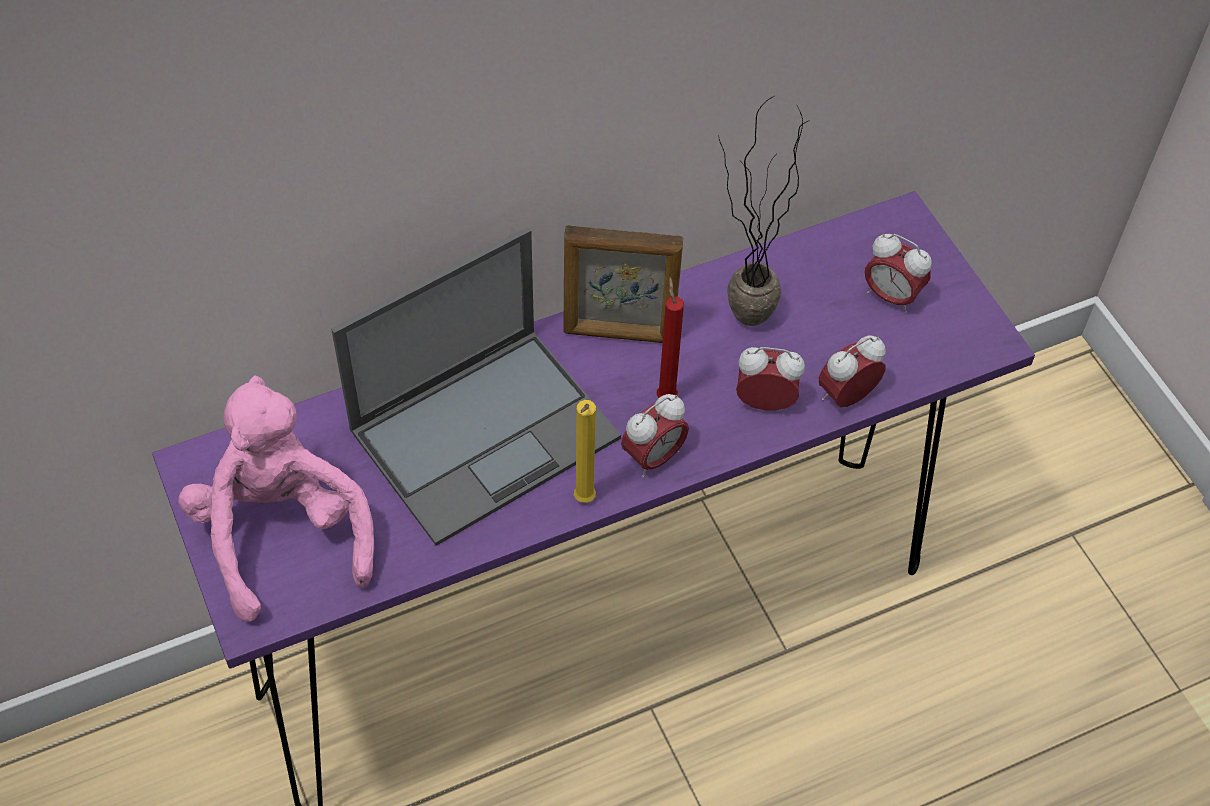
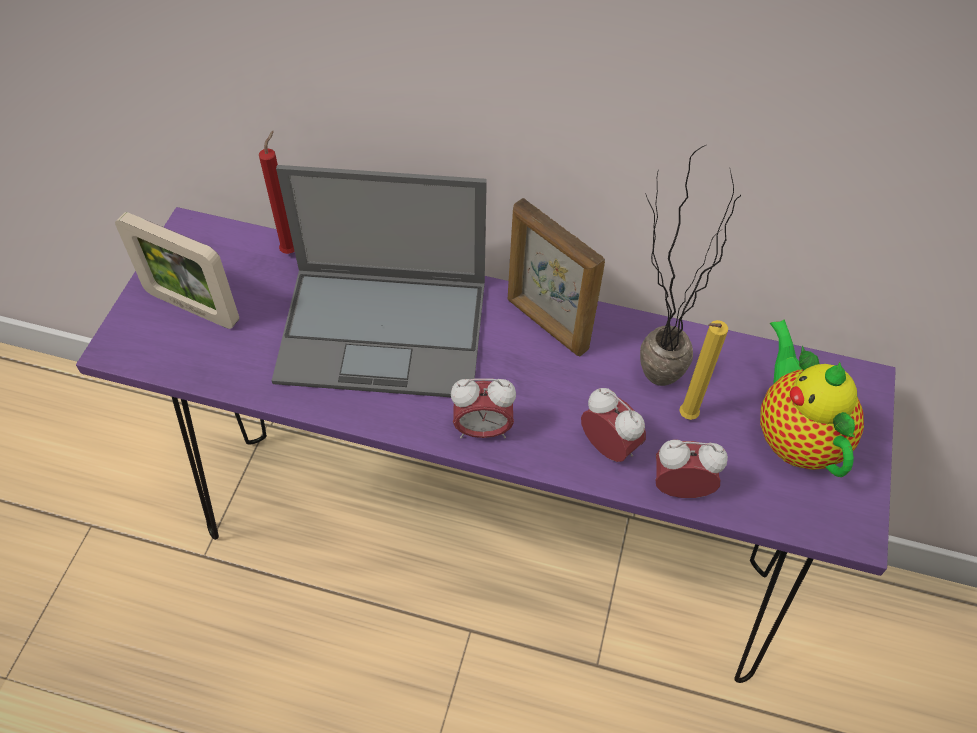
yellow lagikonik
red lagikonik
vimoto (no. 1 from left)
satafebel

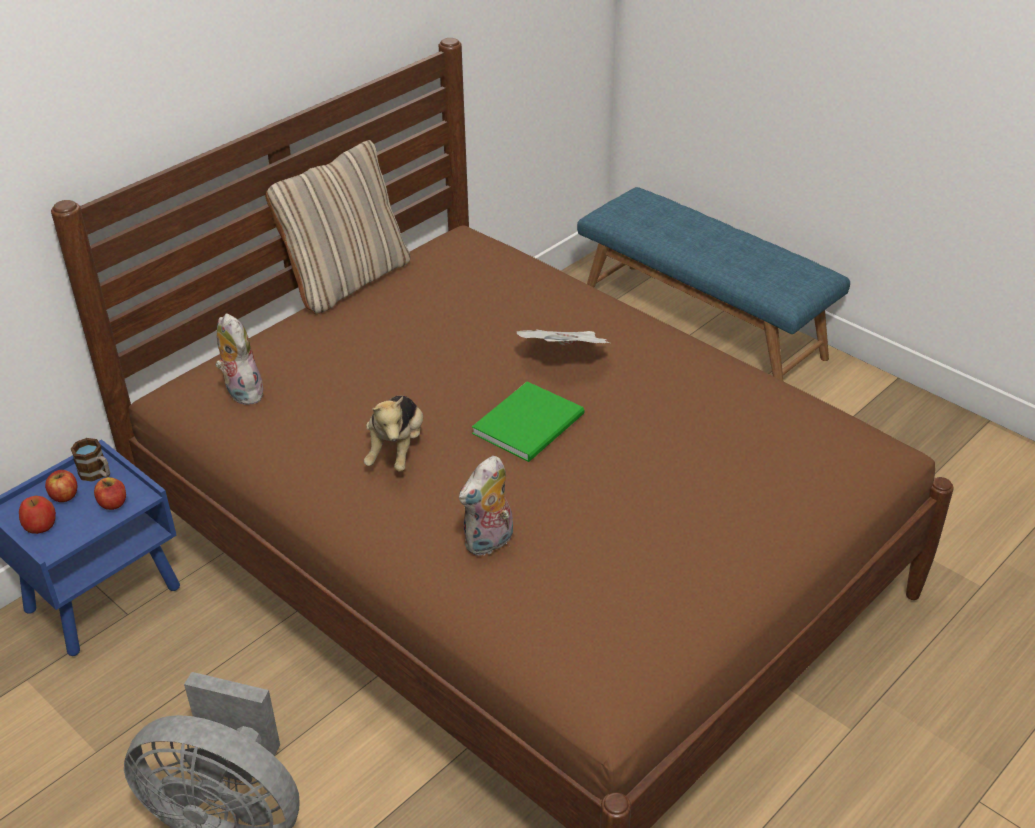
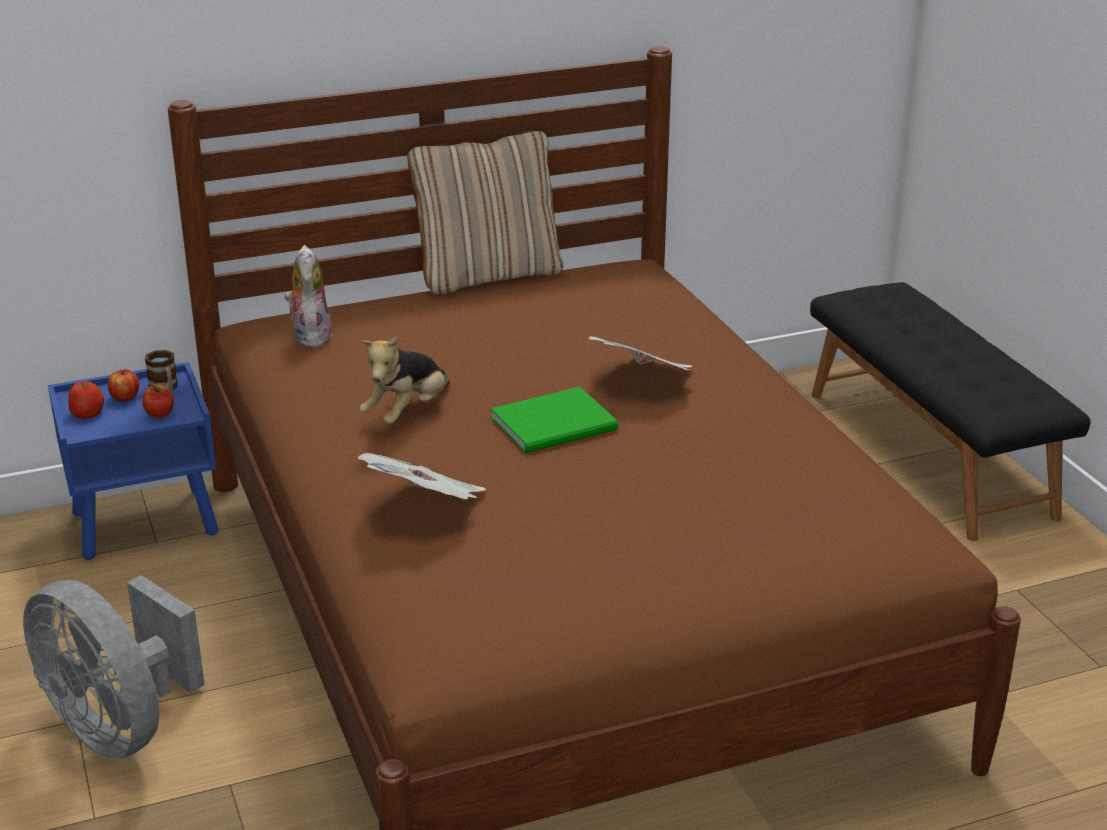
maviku (no. 1 from left)
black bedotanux

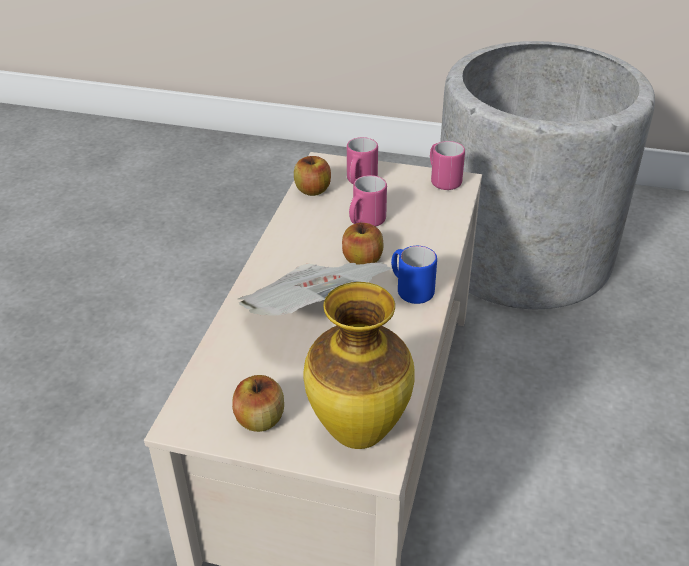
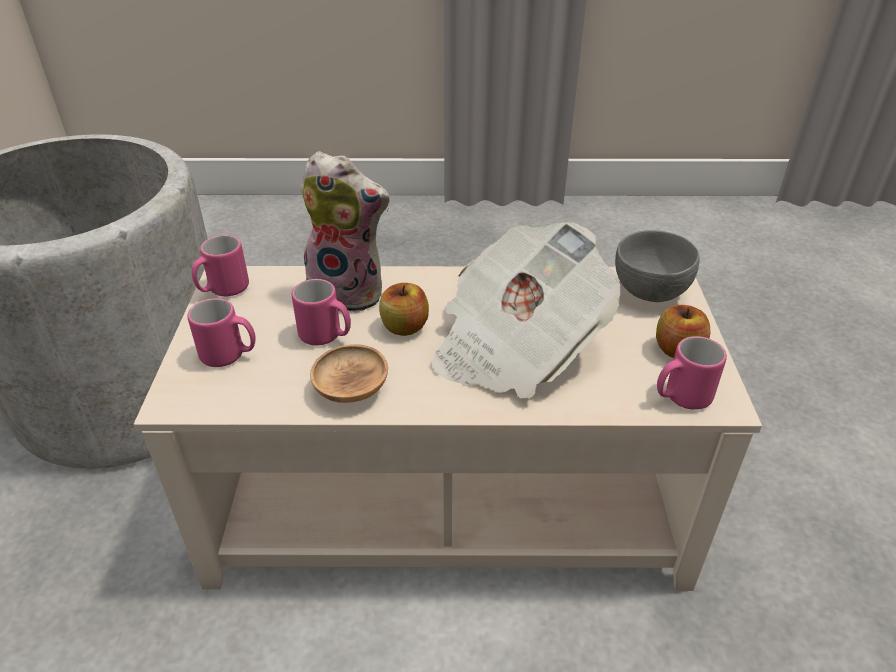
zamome (no. 2 from left in the first image)
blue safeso
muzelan
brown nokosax
pink safeso (no. 4 from left)
grey nokosax

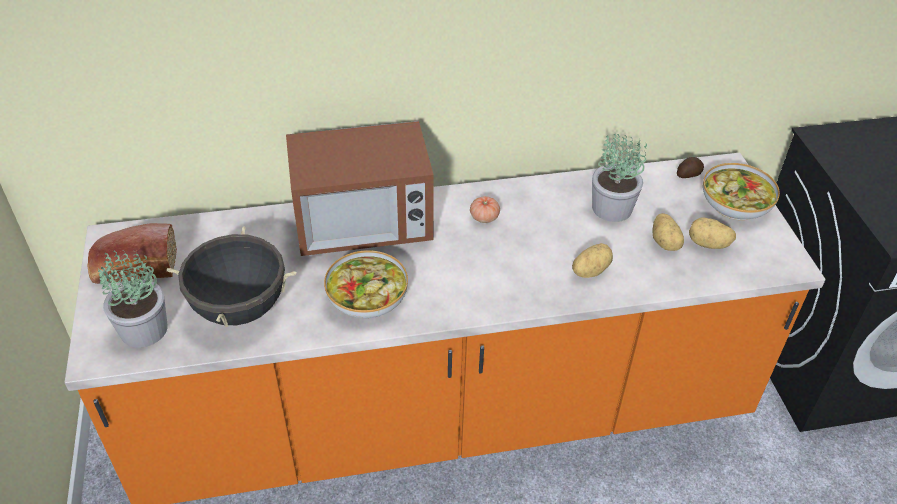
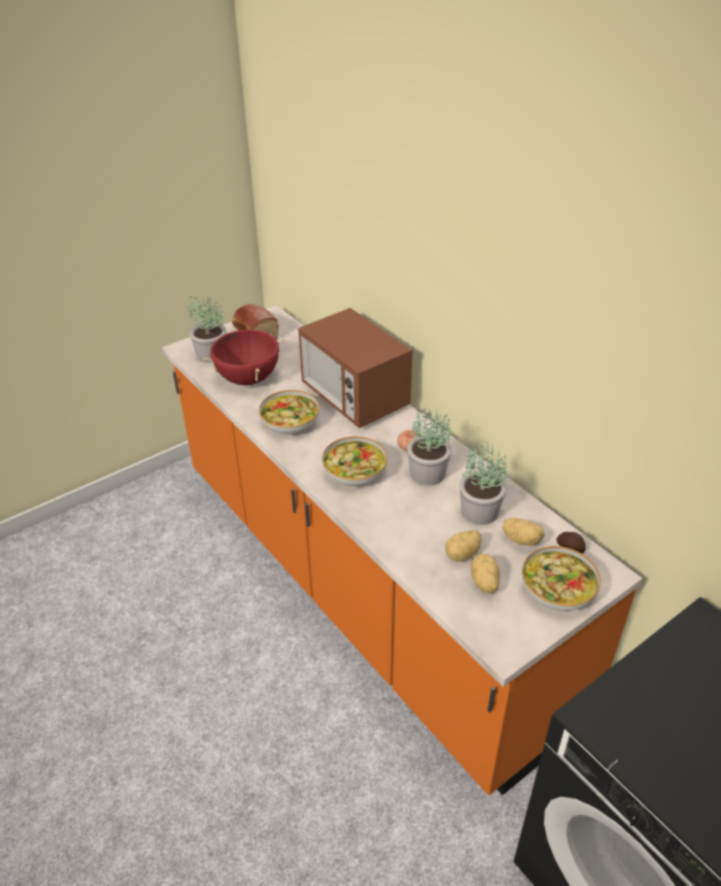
nokosax (no. 2 from left)
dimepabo (no. 2 from left)
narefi (no. 3 from left)
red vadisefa

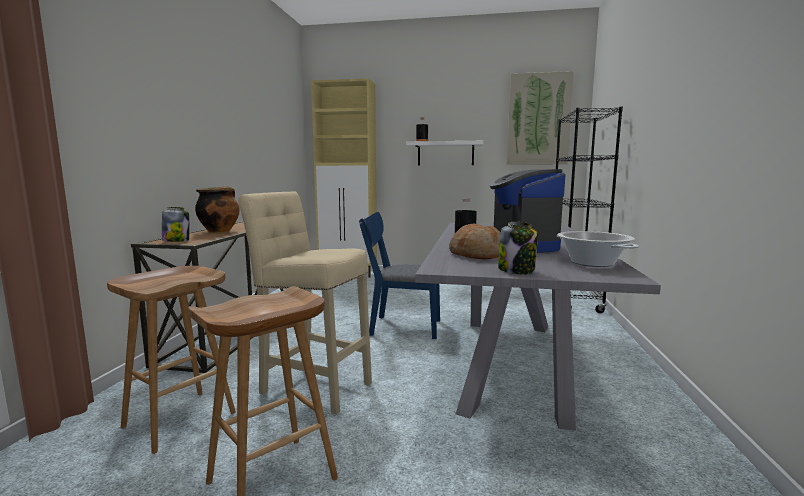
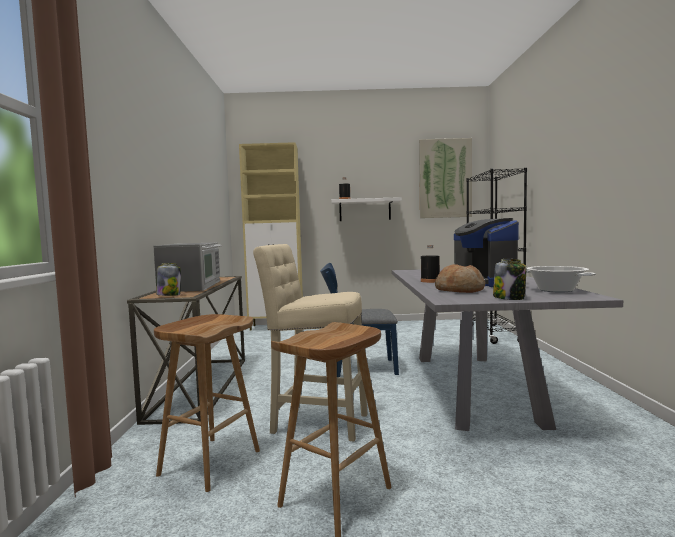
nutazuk

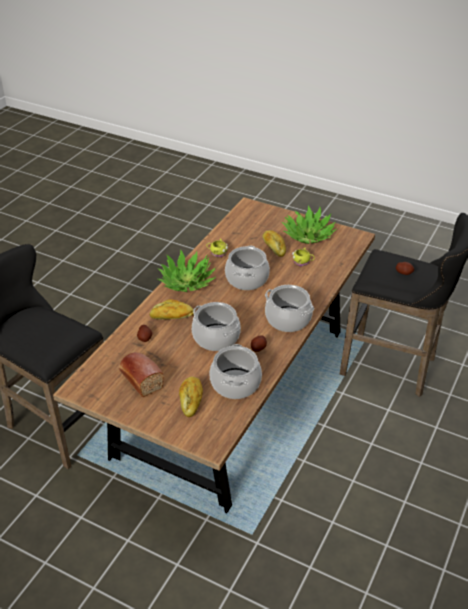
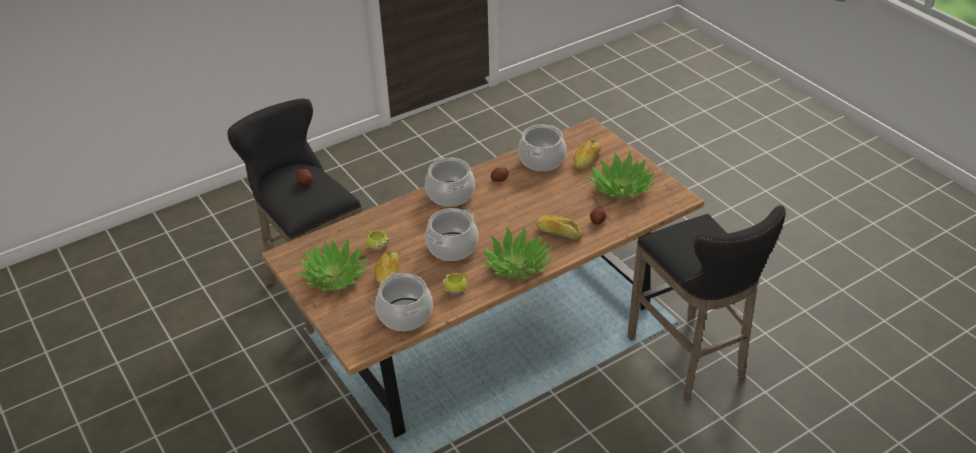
vadisefa (no. 1 from left)
dimepabo (no. 3 from left)

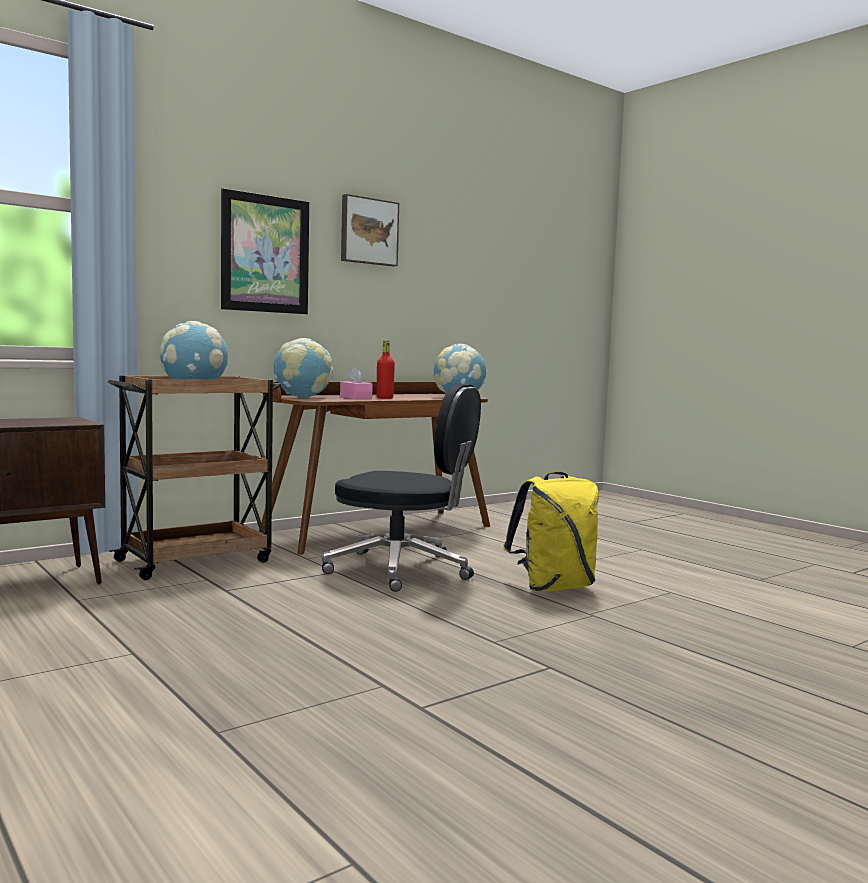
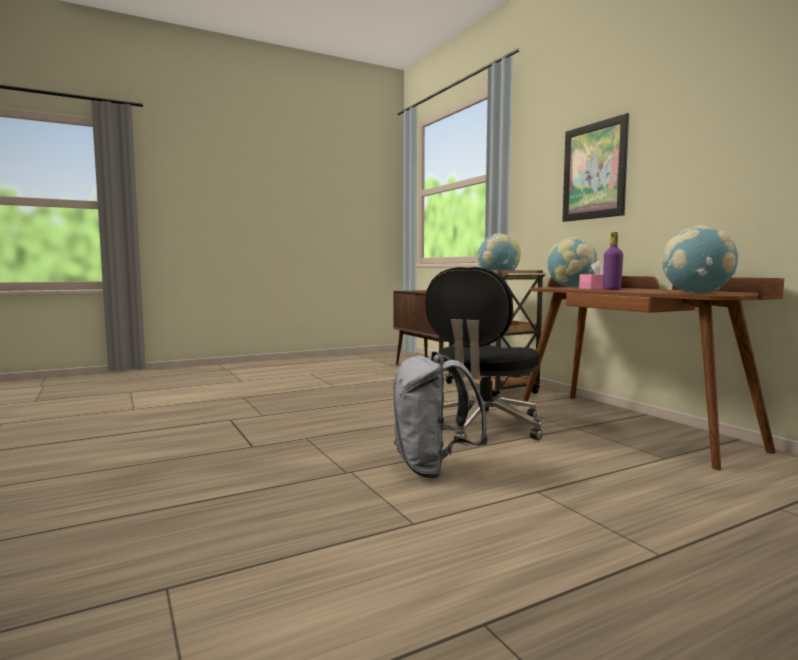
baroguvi (no. 2 from left in the first image)
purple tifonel
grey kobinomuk

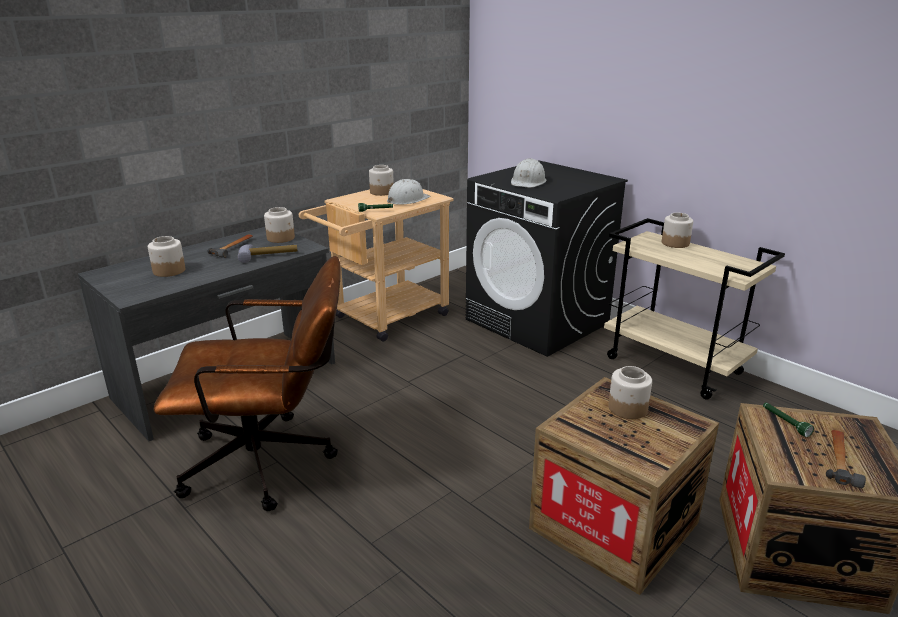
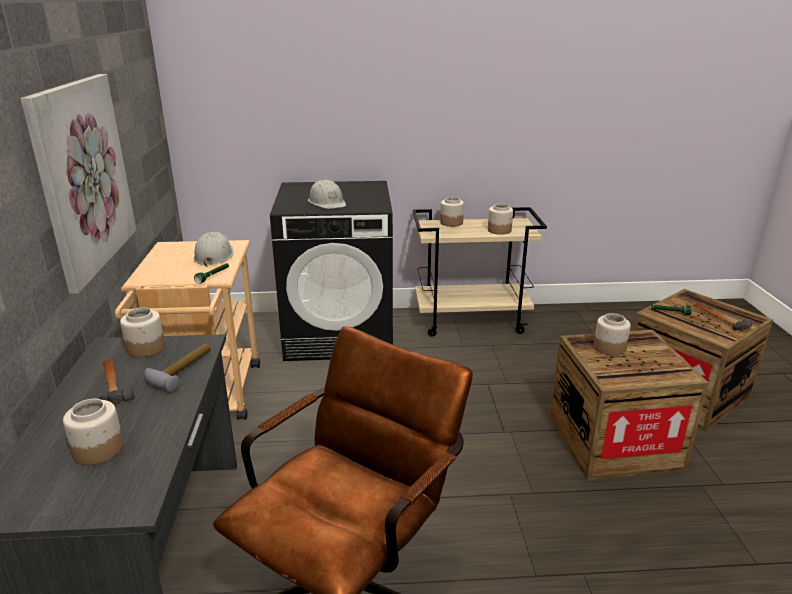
baroguvi
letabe (no. 4 from left)

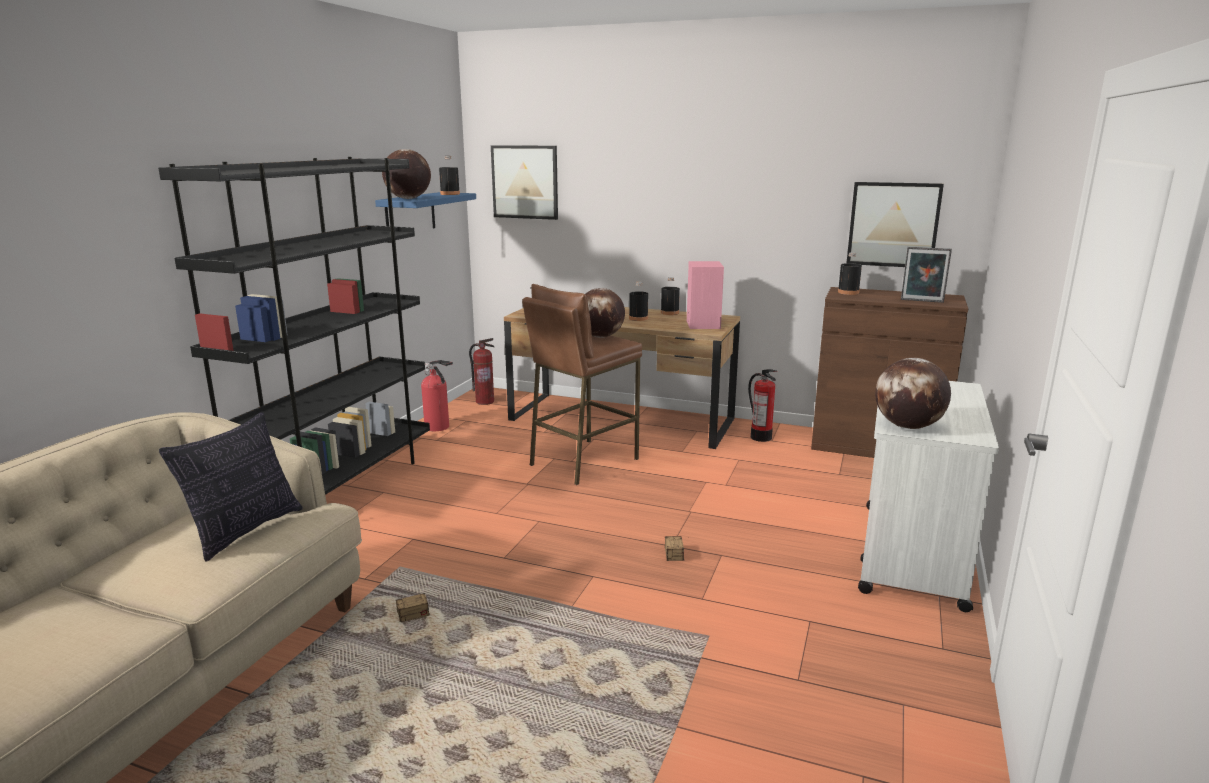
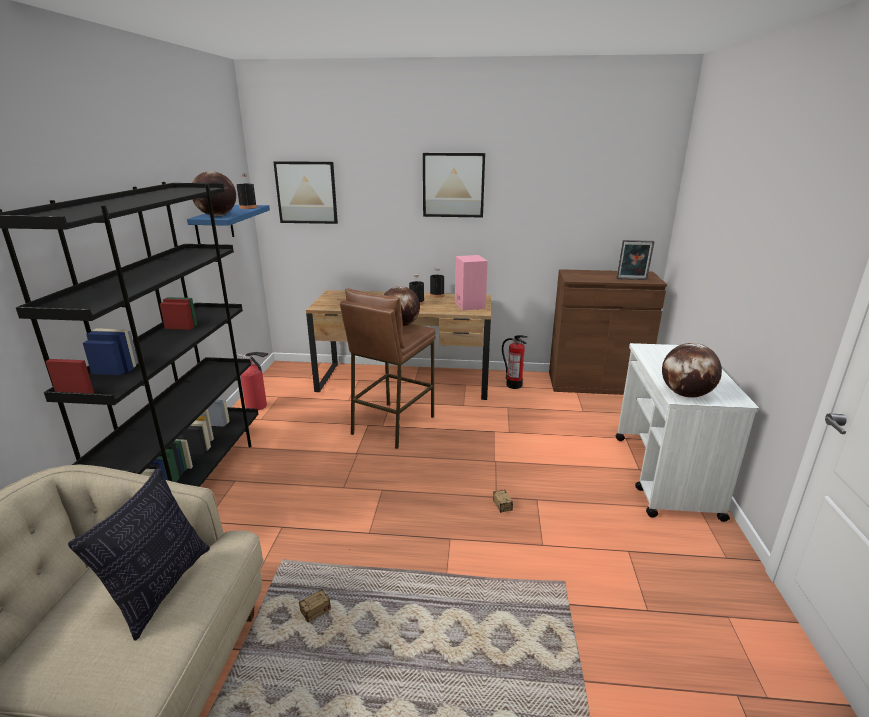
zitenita (no. 2 from left in the first image)
black tifonel (no. 4 from left in the first image)
baroguvi (no. 2 from left)

